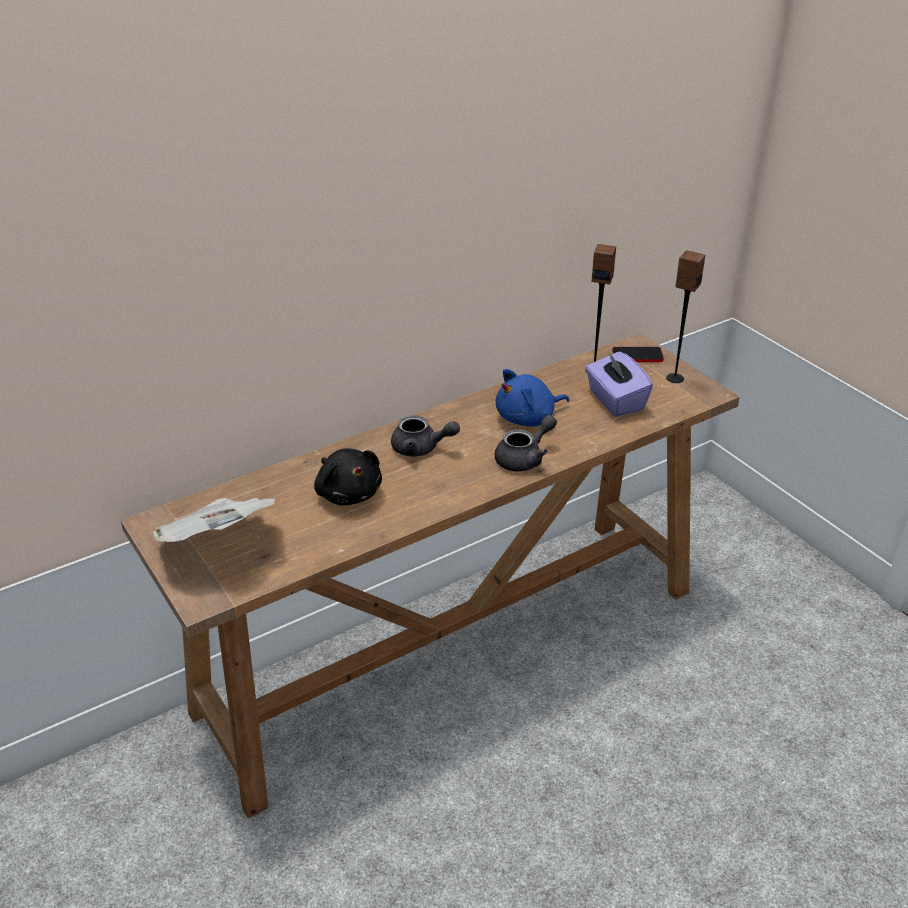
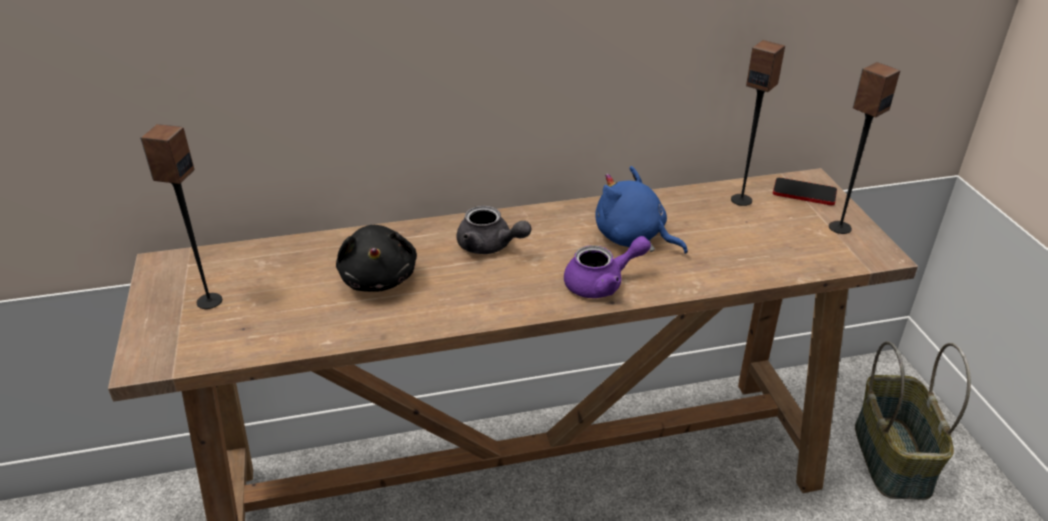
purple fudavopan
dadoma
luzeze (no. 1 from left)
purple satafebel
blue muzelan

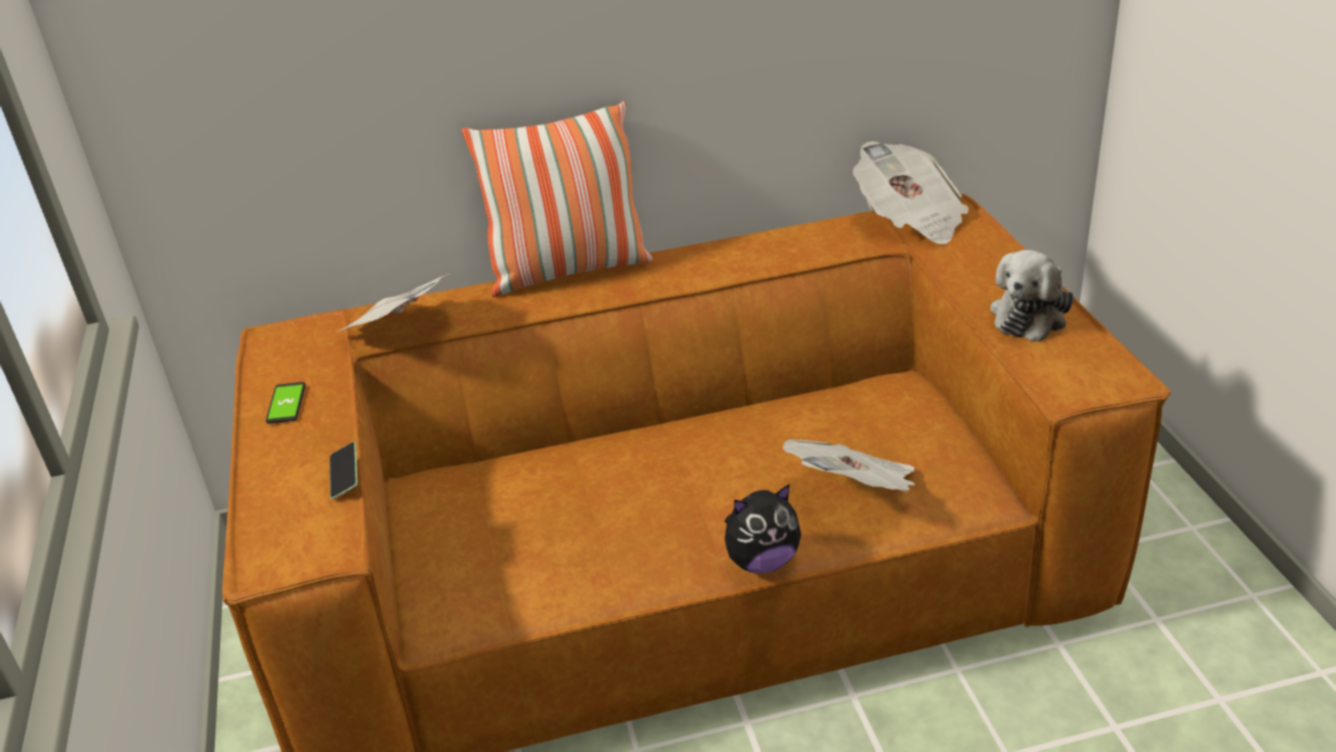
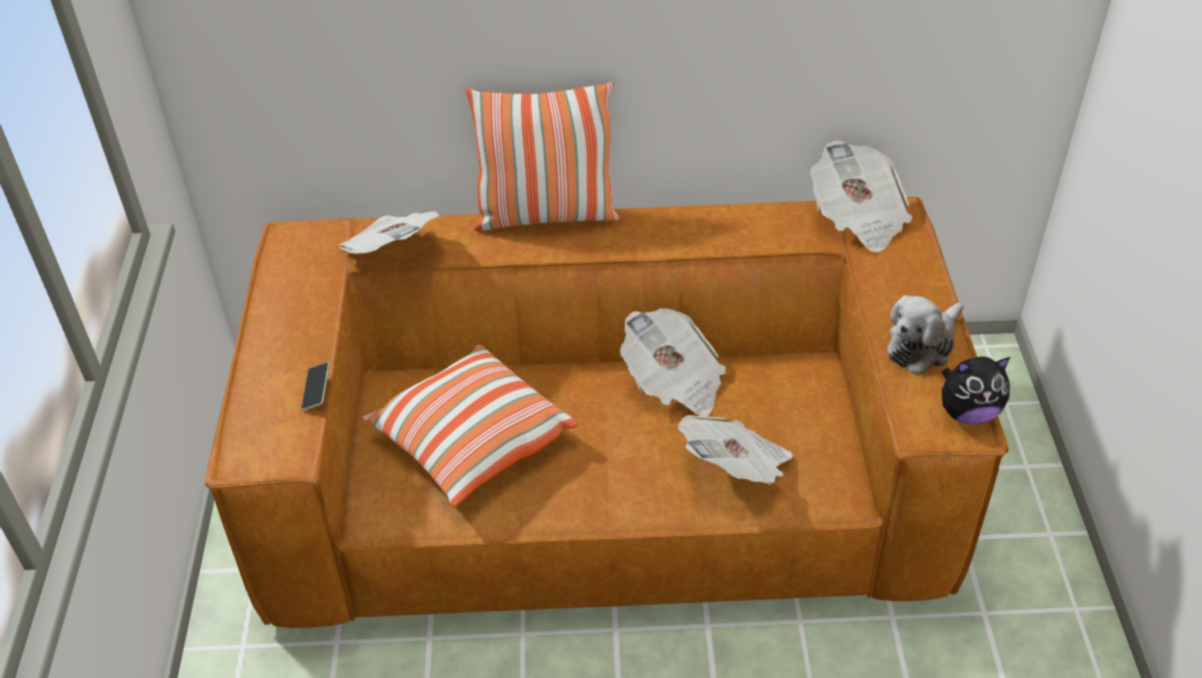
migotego (no. 1 from left in the first image)
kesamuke (no. 1 from left)
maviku (no. 2 from left)
muzelan (no. 2 from left)

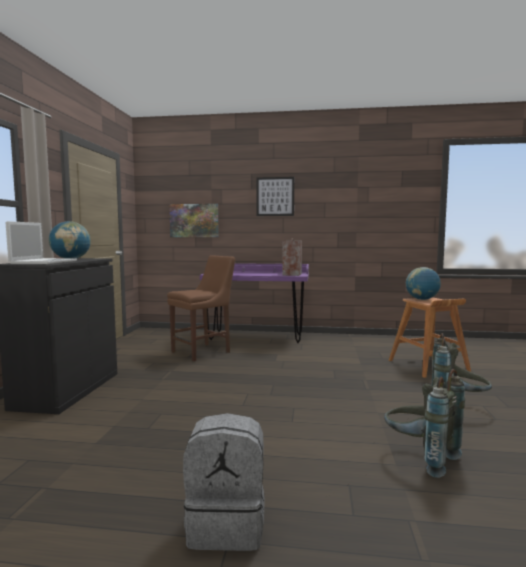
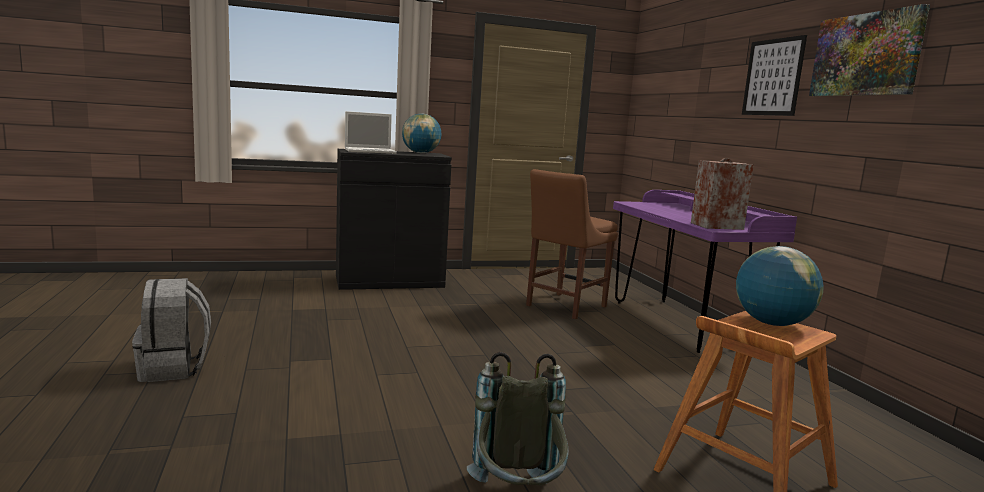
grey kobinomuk (no. 2 from left in the first image)
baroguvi (no. 2 from left)
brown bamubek

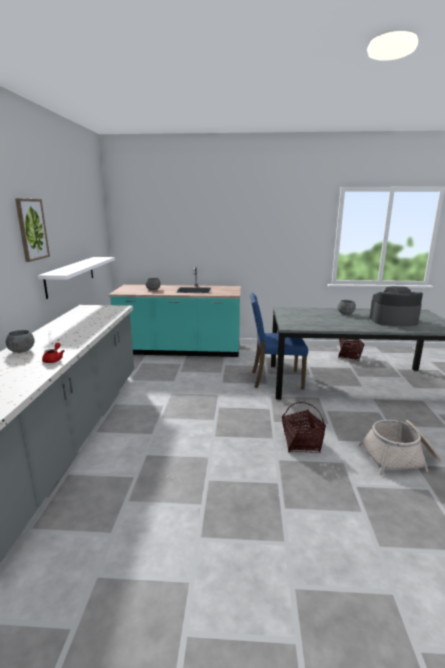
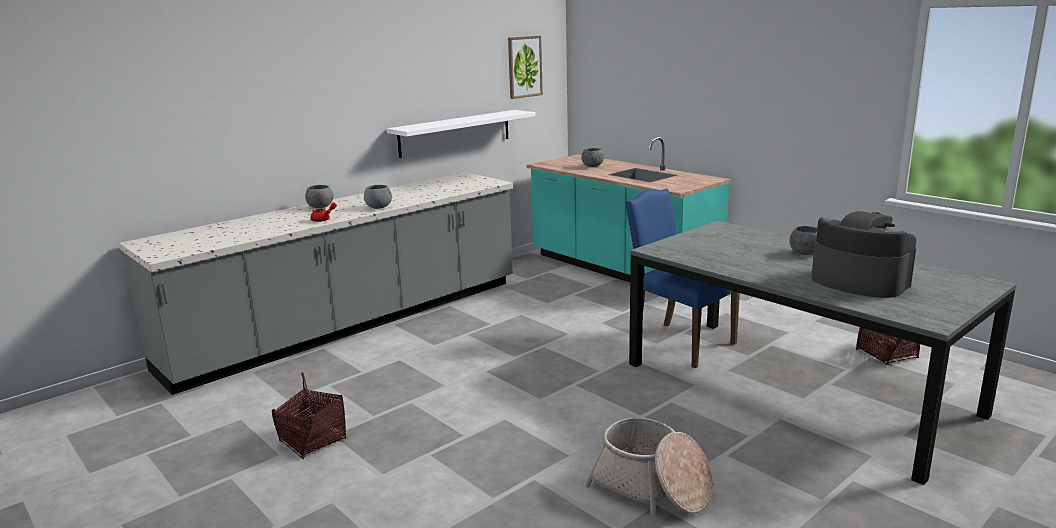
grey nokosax (no. 2 from left)
baroguvi
dadoma (no. 1 from left)

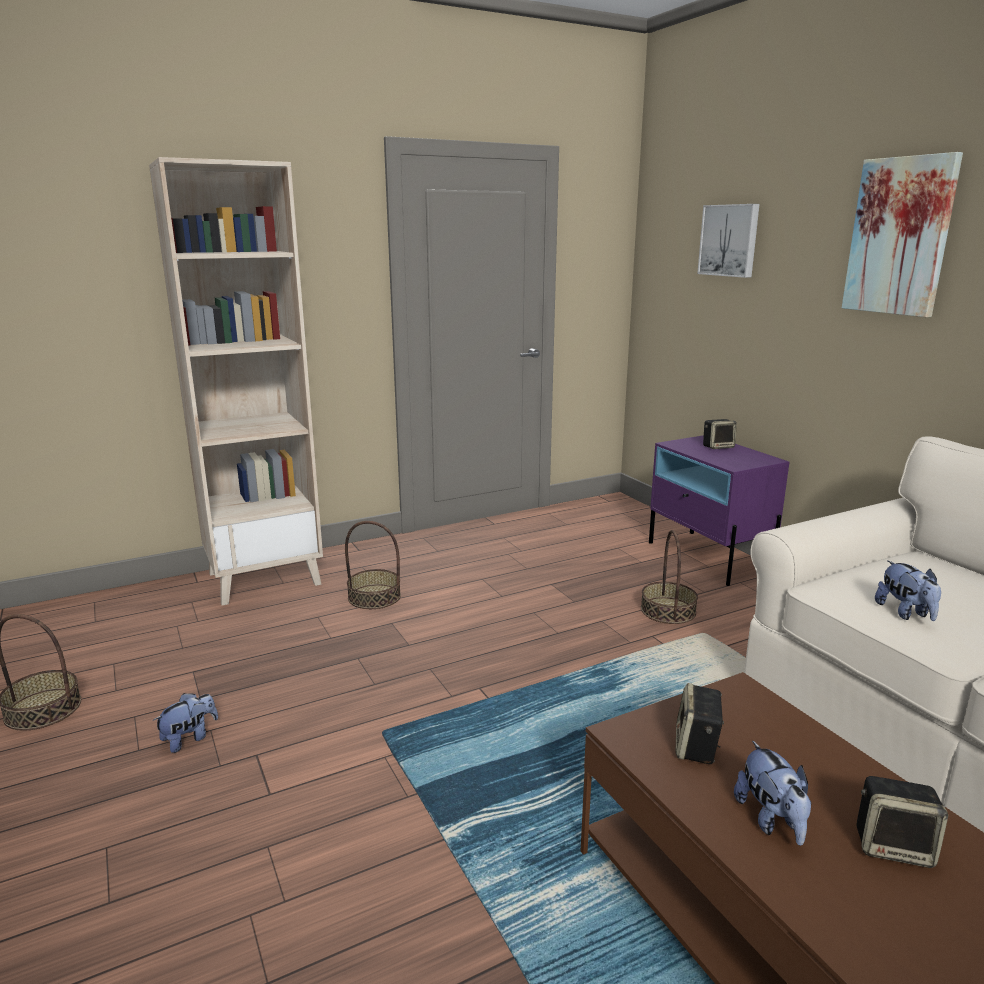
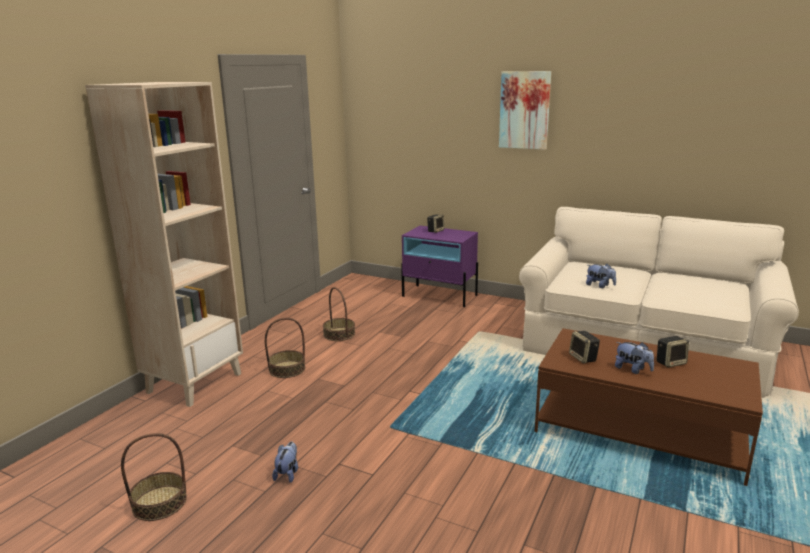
baroguvi (no. 1 from left in the first image)
dadoma (no. 3 from left)

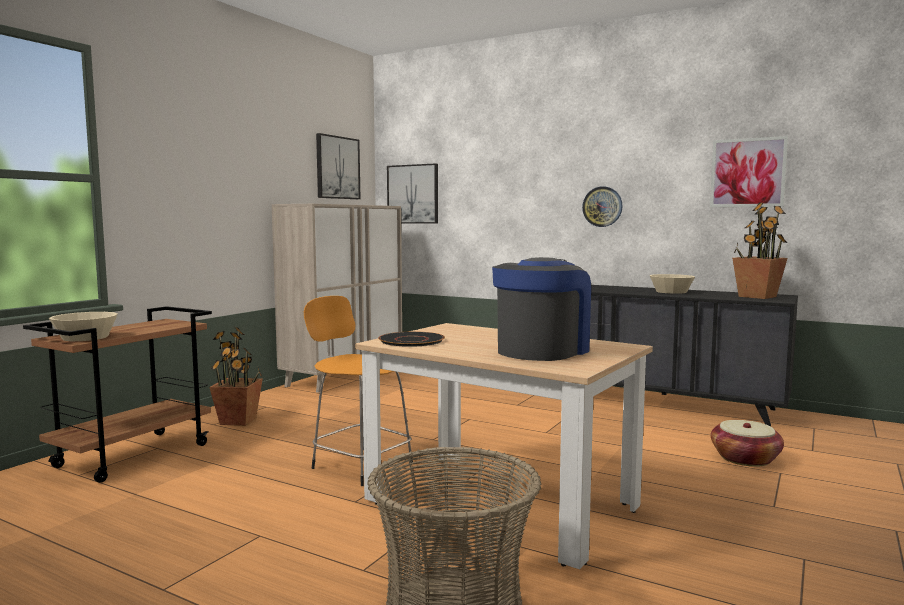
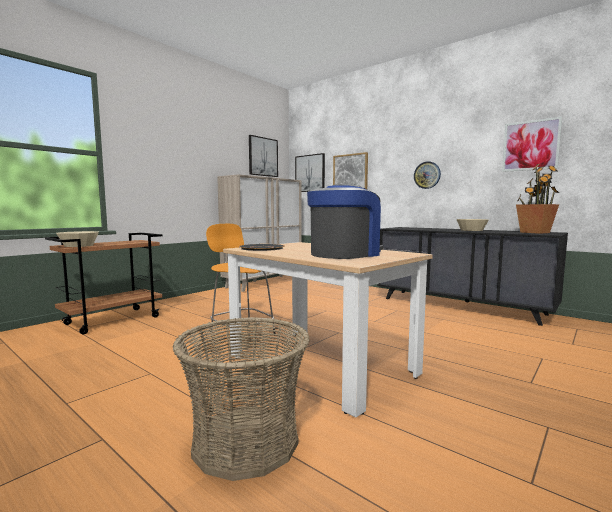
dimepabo (no. 1 from left in the first image)
dadoma (no. 2 from left in the first image)
baroguvi (no. 3 from left)

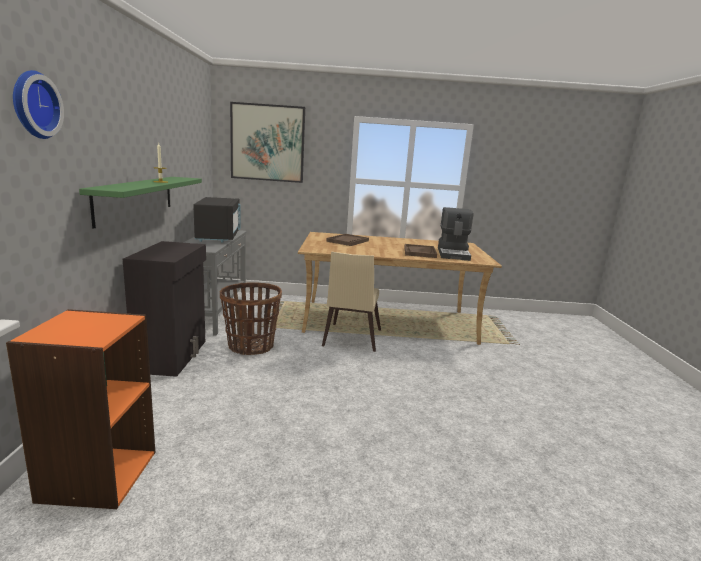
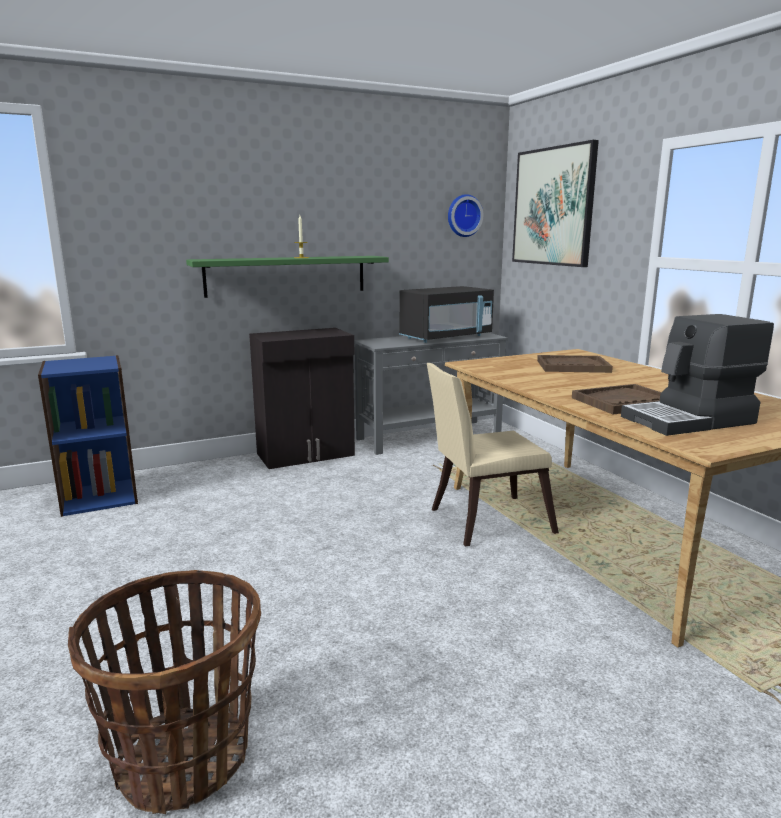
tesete
dadoma
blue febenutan

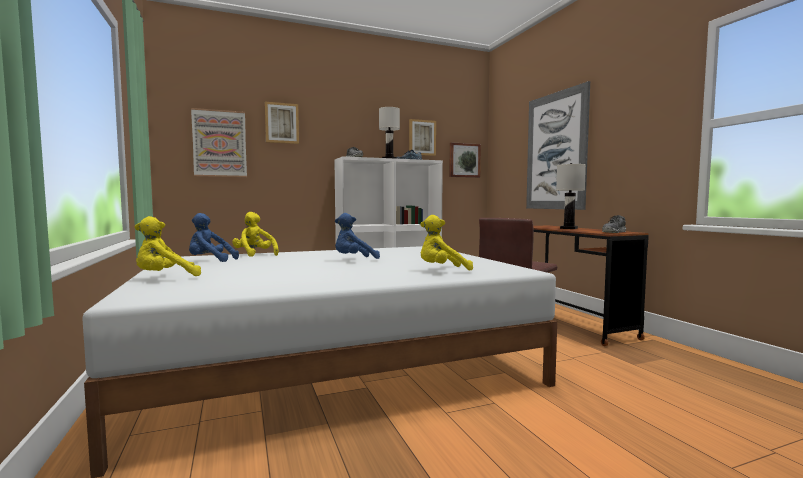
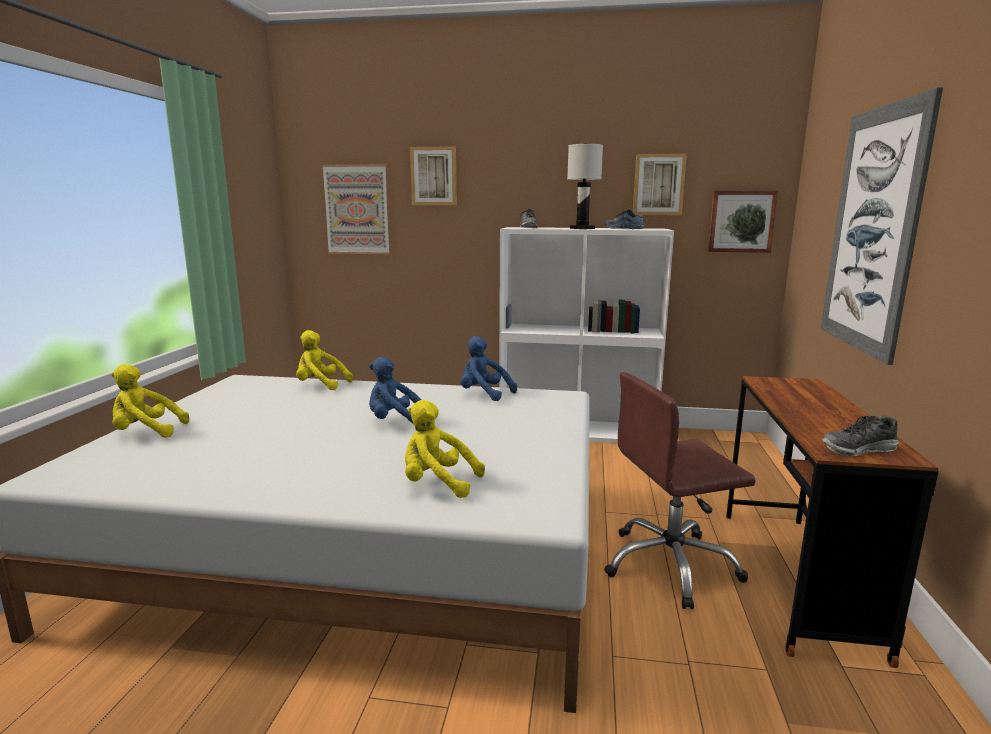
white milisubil (no. 2 from left in the first image)
blue muzelan (no. 2 from left)
yellow muzelan (no. 2 from left)

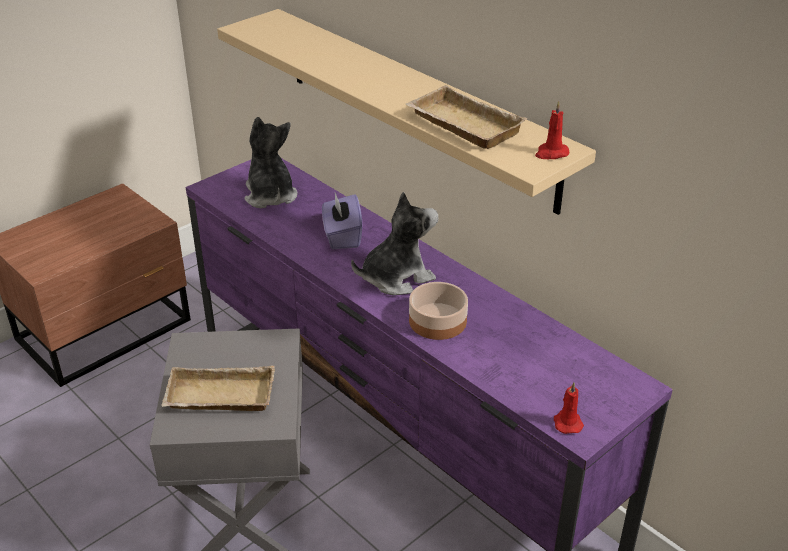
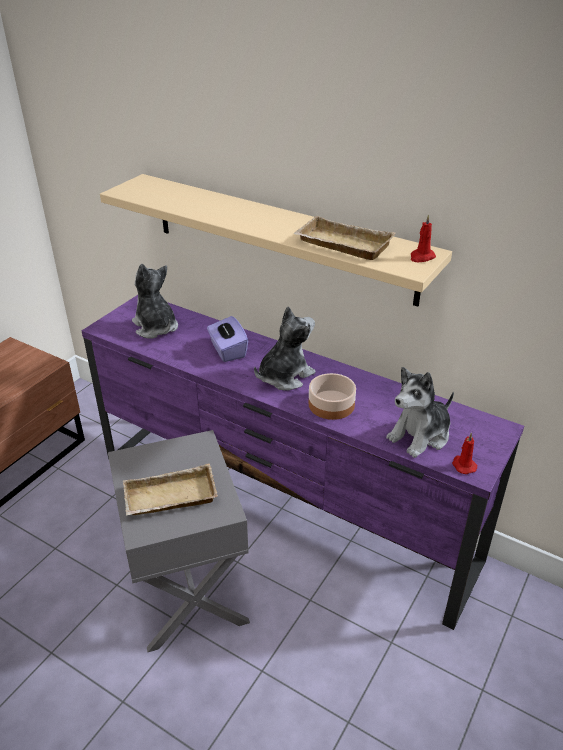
muzelan (no. 3 from left)

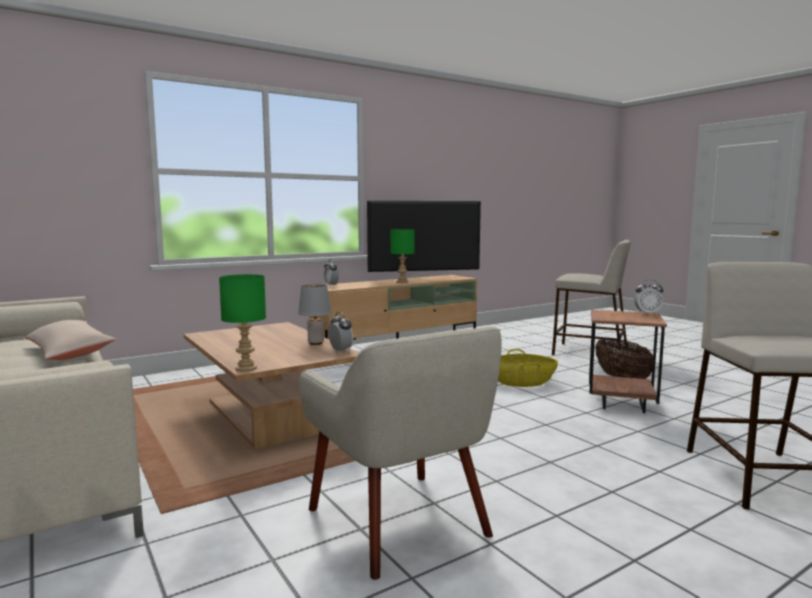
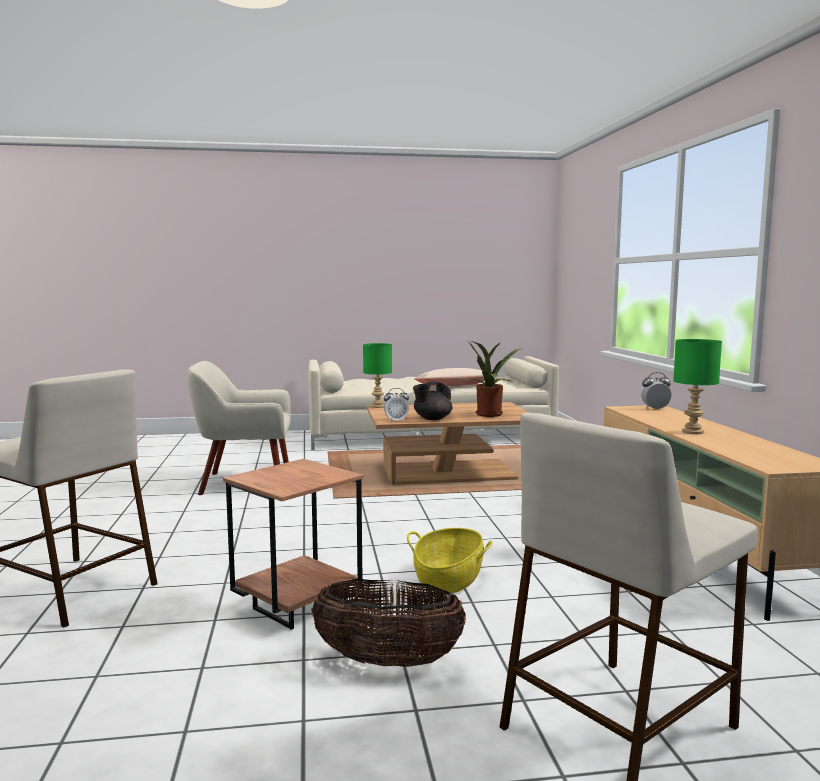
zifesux
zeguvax (no. 3 from left in the first image)
dimepabo
black satafebel

